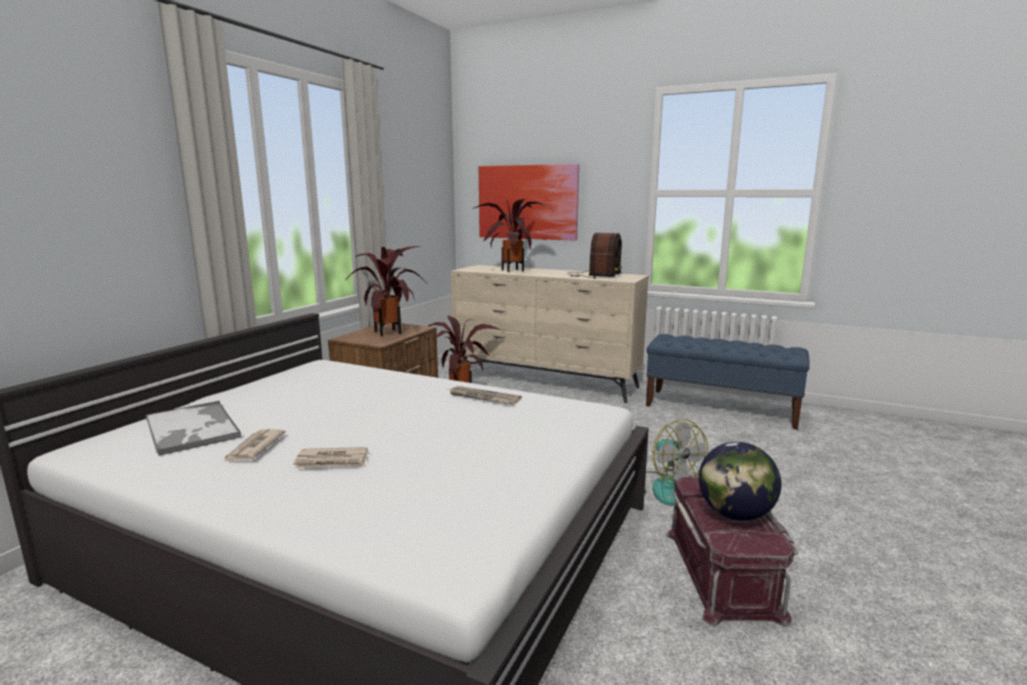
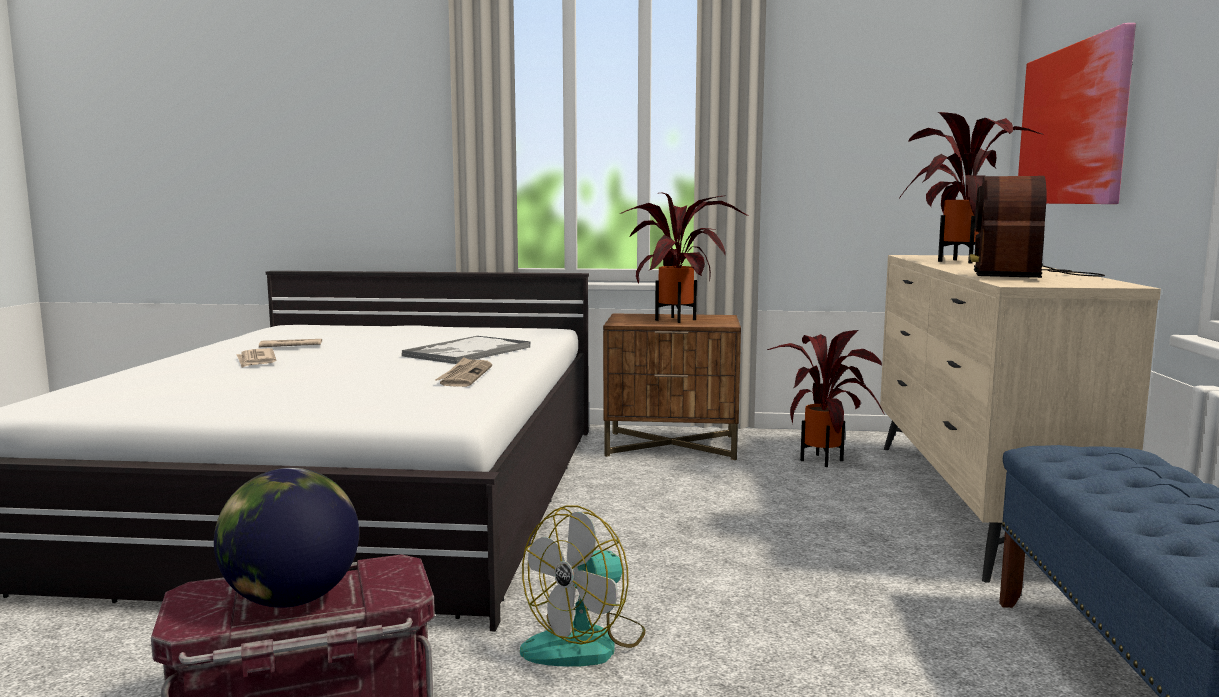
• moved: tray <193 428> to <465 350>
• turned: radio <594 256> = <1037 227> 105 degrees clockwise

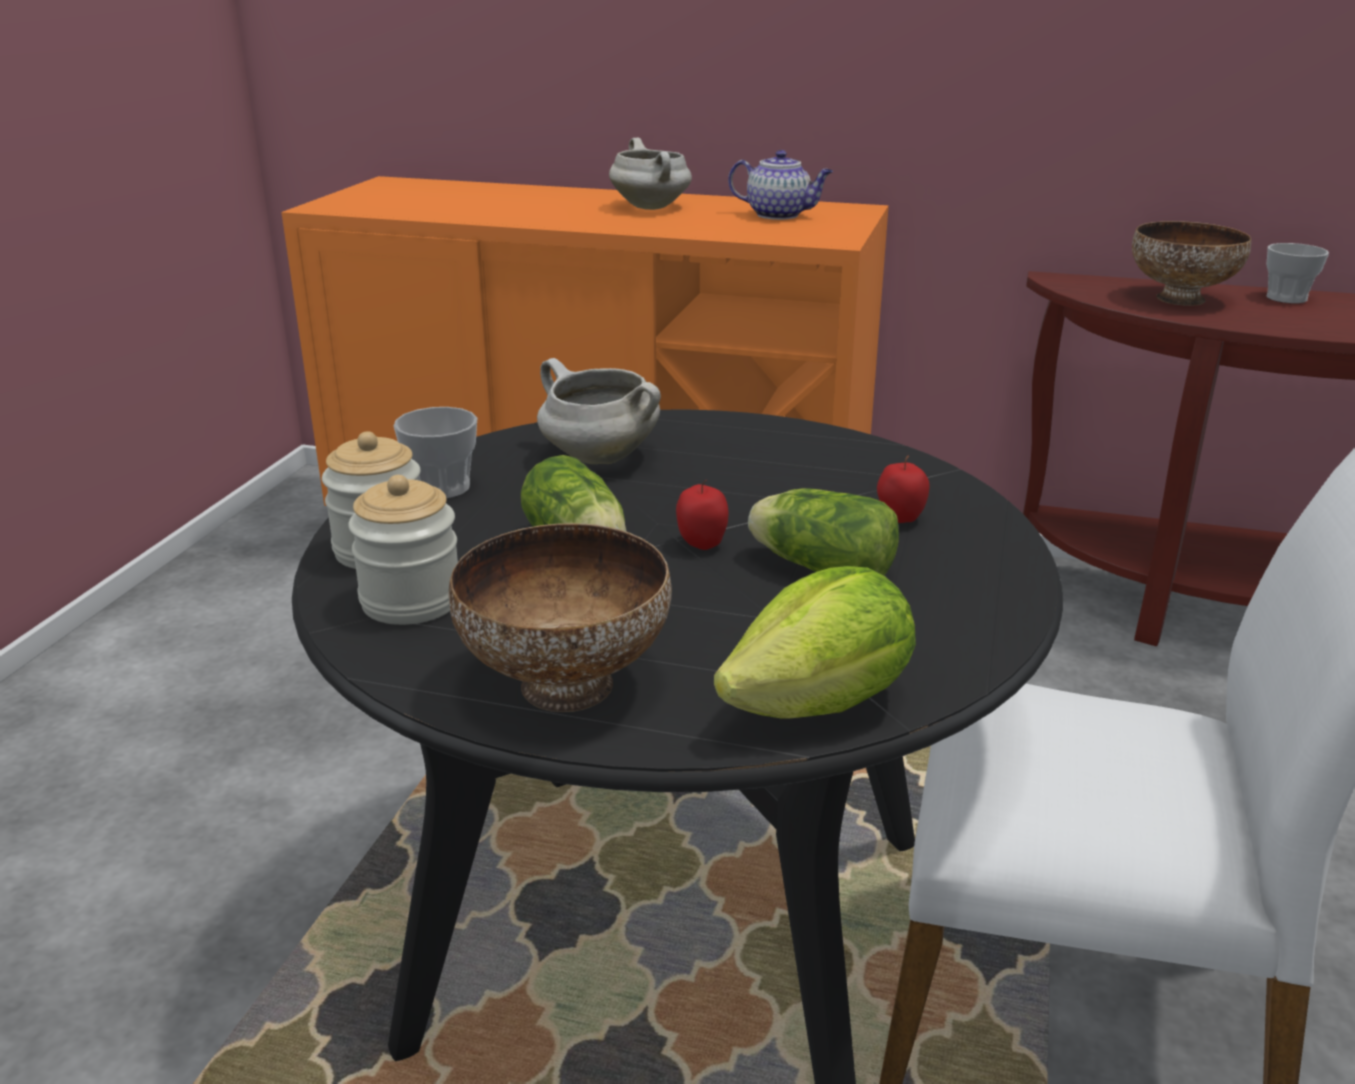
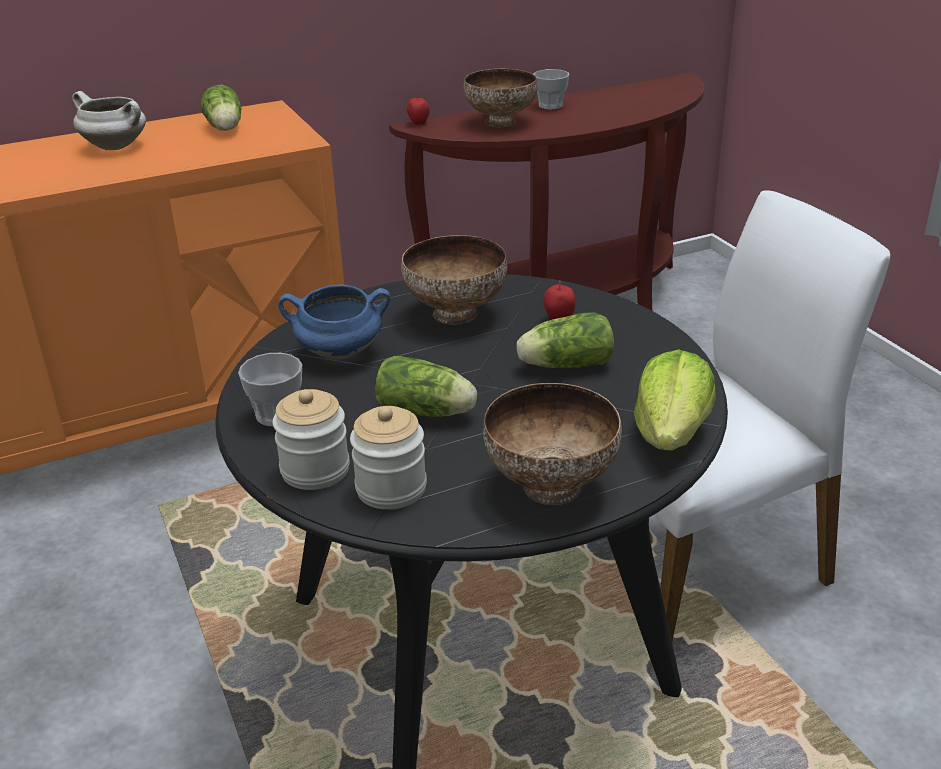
• added: bowl <454 280>
• moved: apple <702 515> to <418 109>
• replaced: teapot <780 185> to lettuce <221 108>
• recoloured: white cooking pot <599 411> to blue cooking pot <334 322>

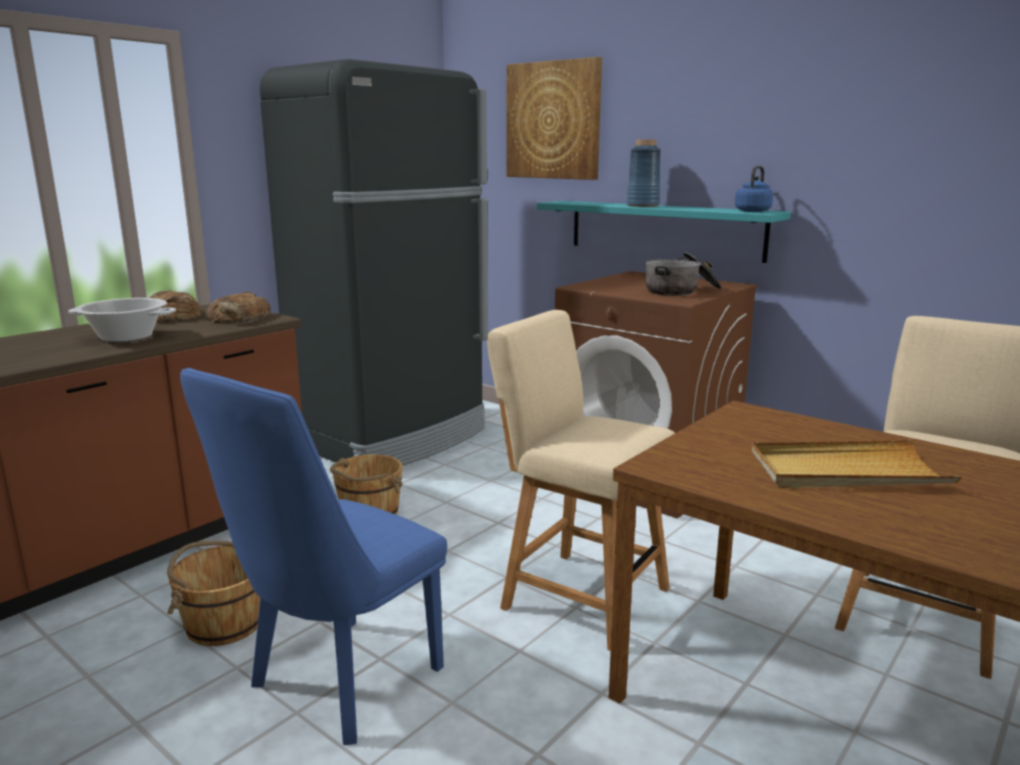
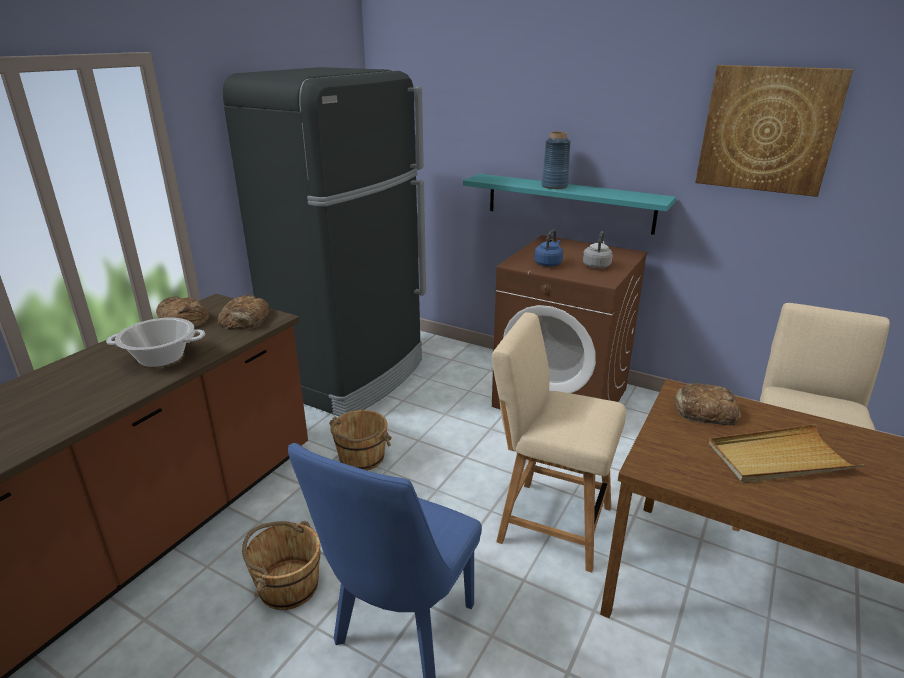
• added: bread <707 404>
• moved: picture <554 118> to <774 131>
• moved: blue kettle <754 189> to <548 248>
• replaced: cooking pot <683 274> to grey kettle <598 250>

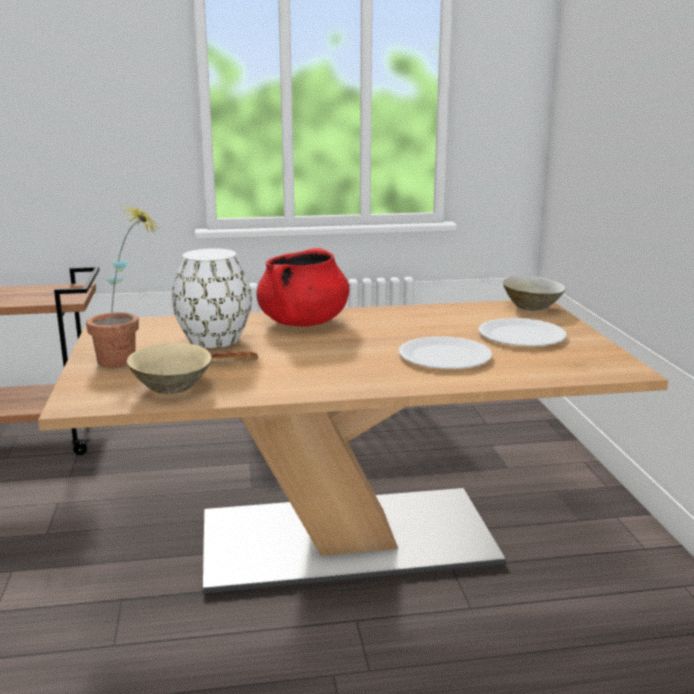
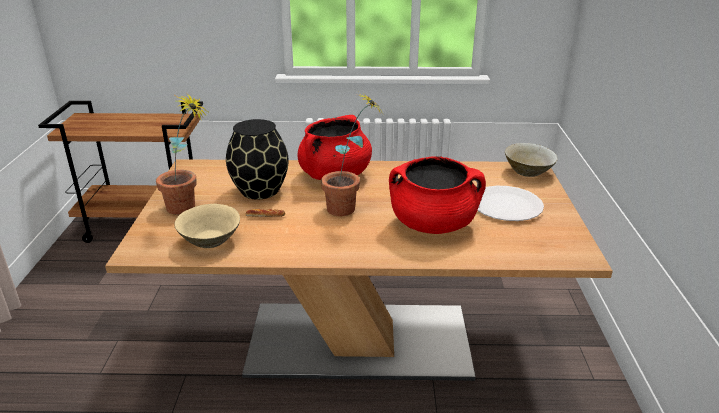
• added: potted plant <352 155>
• replaced: white plate <446 353> to red cooking pot <437 195>
• recoloured: white vase <212 298> to black vase <257 159>

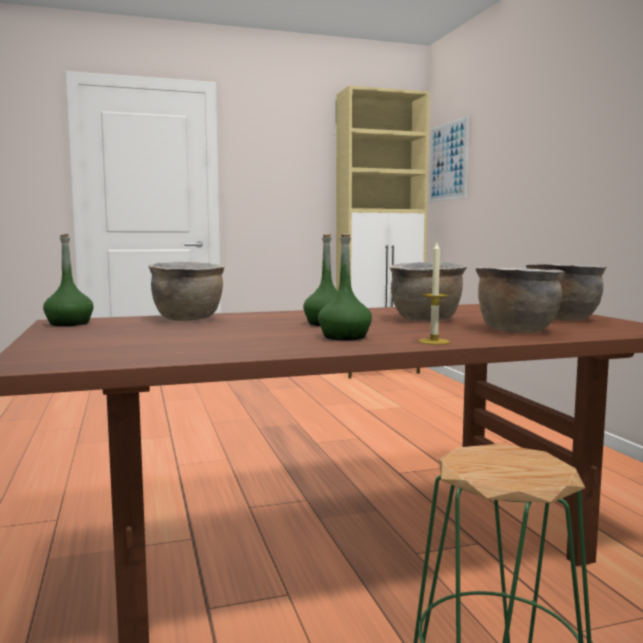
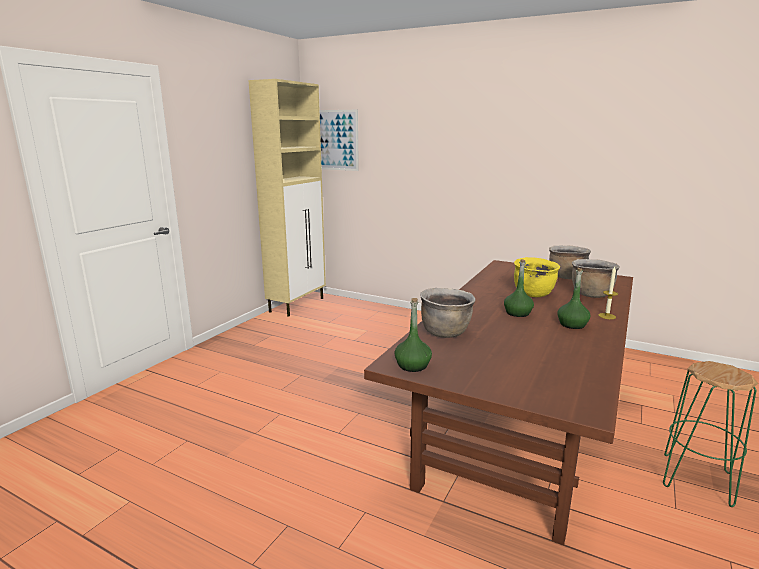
• recoloured: brown cooking pot <428 291> to yellow cooking pot <537 277>

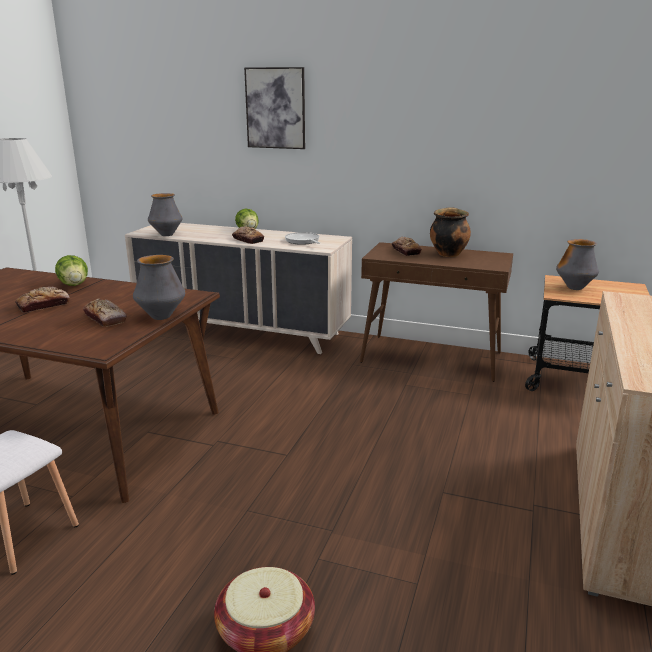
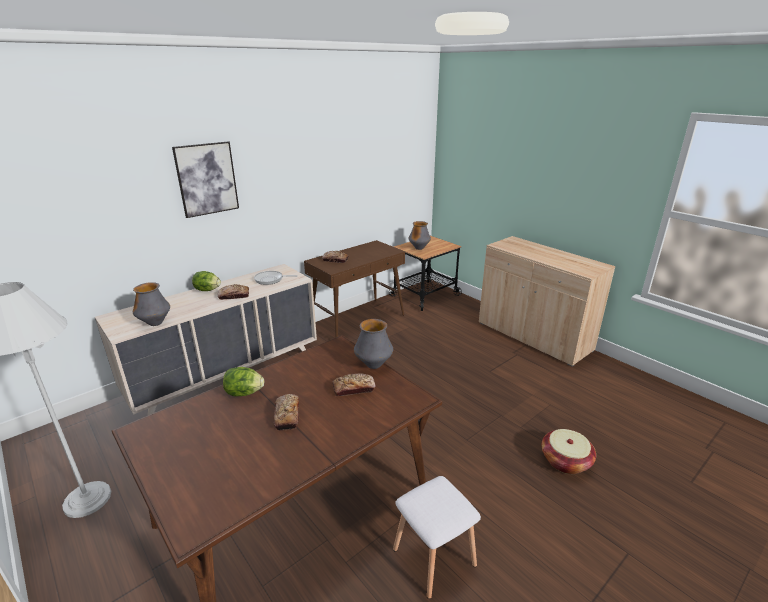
• removed: cooking pot <450 232>

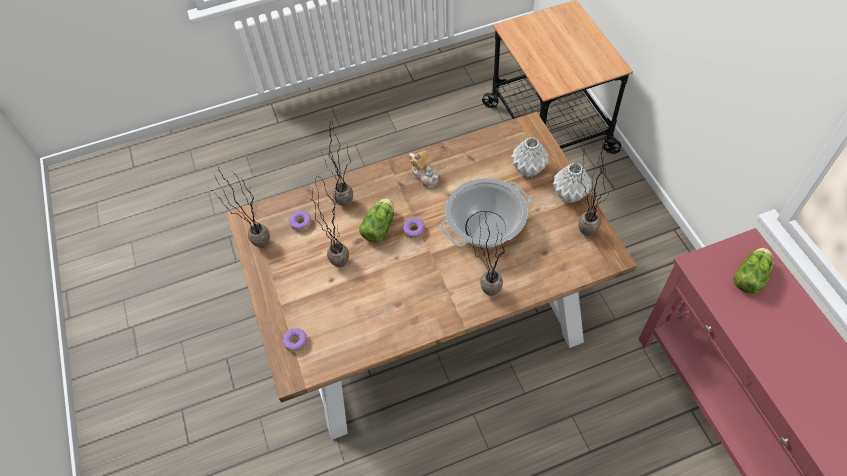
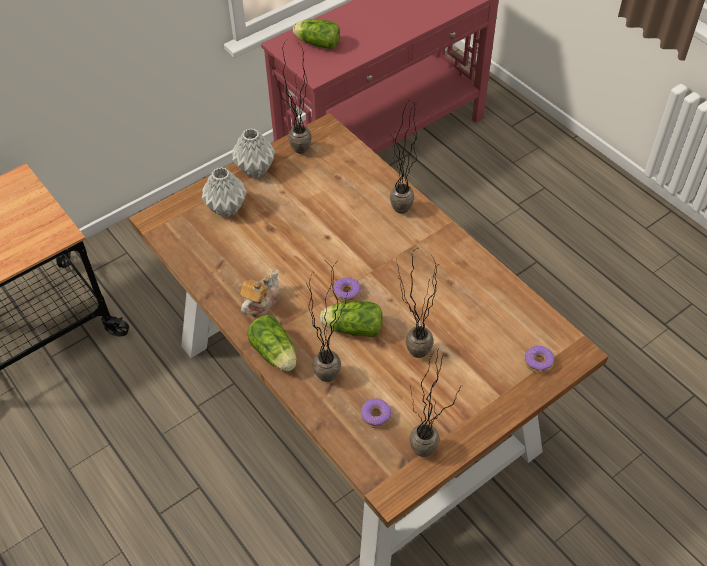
• removed: cooking pot <486 212>
• added: lettuce <272 343>

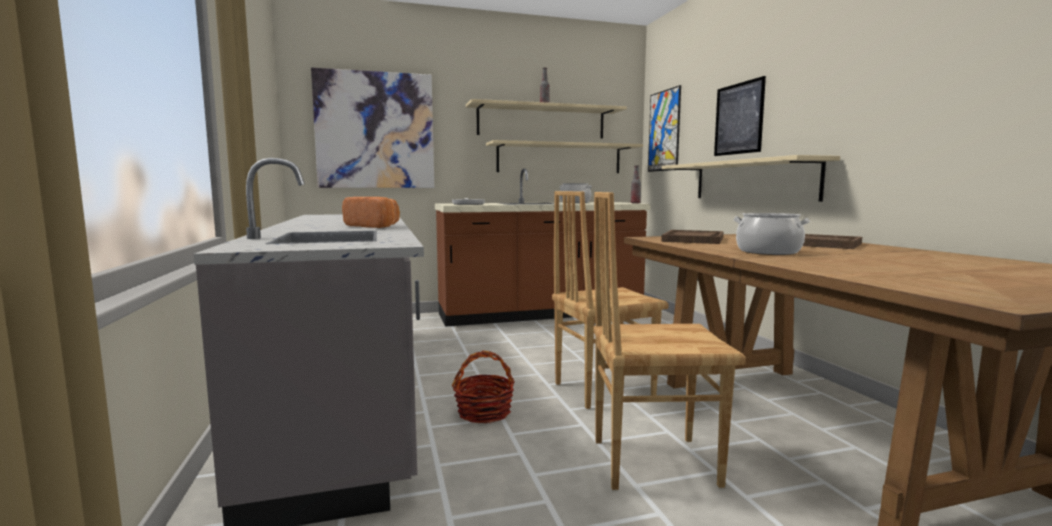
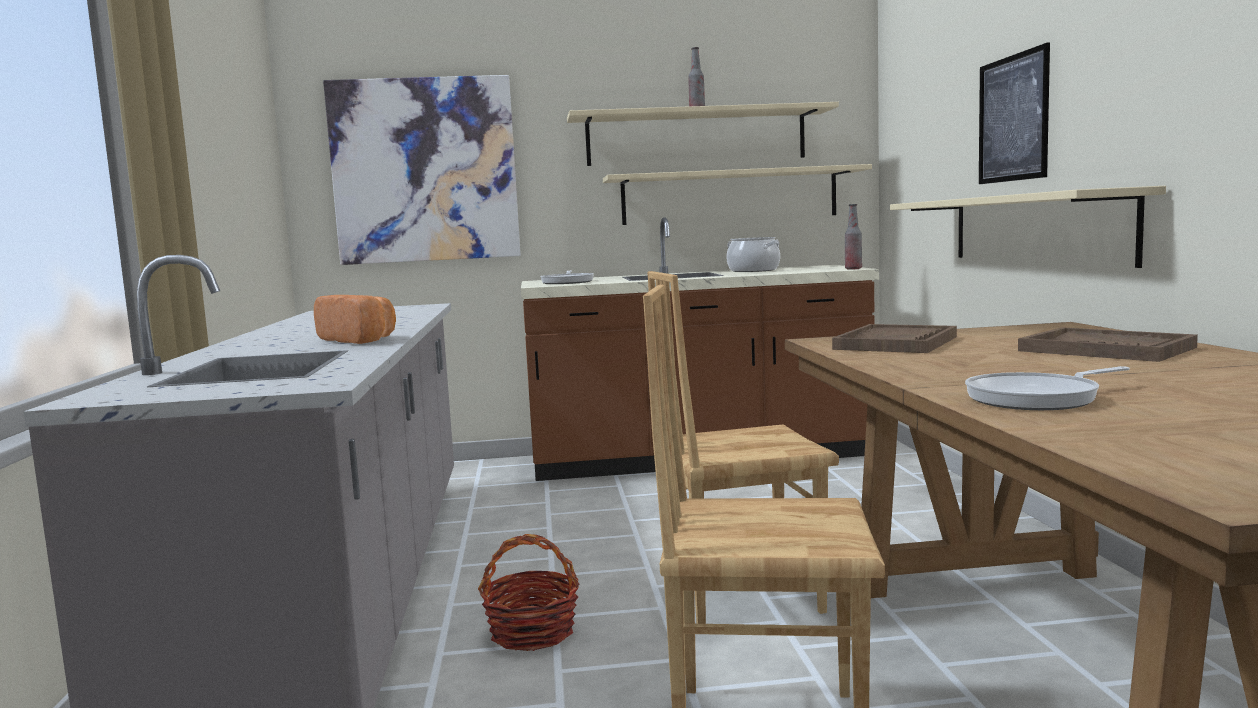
• removed: picture <664 128>
• removed: cooking pot <772 234>
• added: frying pan <1047 388>

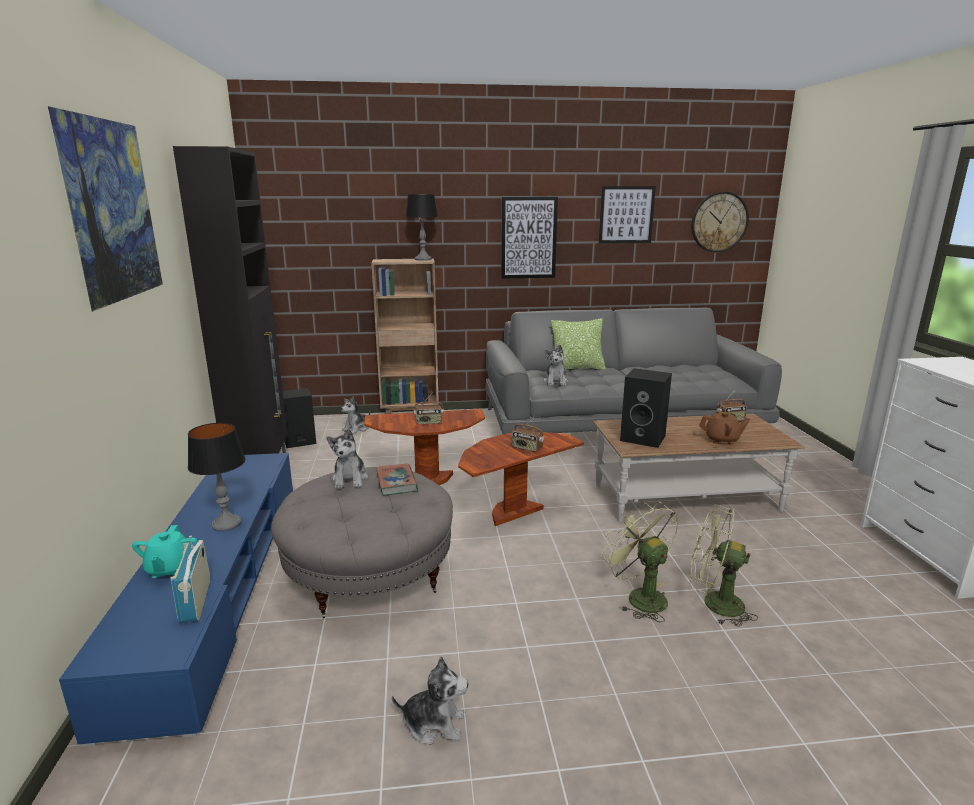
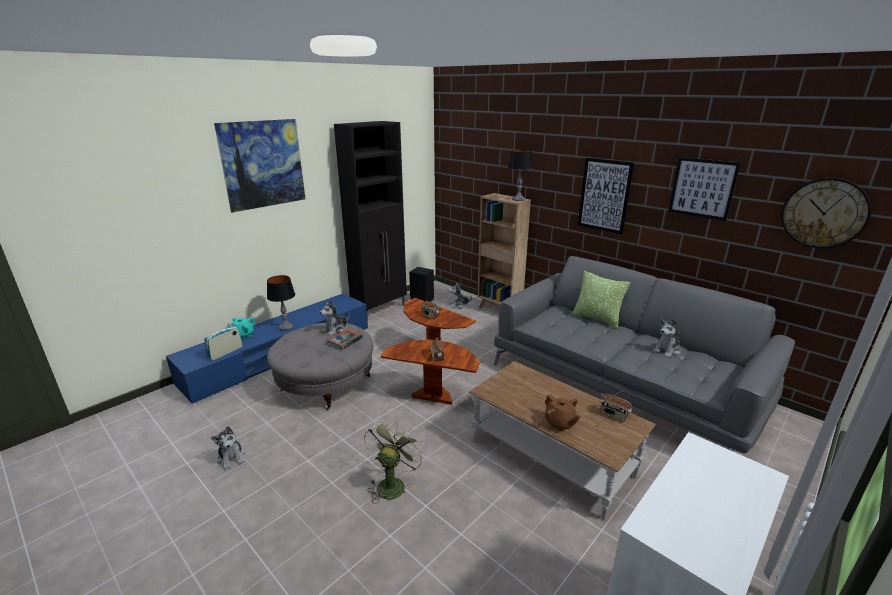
• removed: black speaker <646 408>
• removed: green fan <724 565>
• moved: plush toy <555 365> to <667 338>

